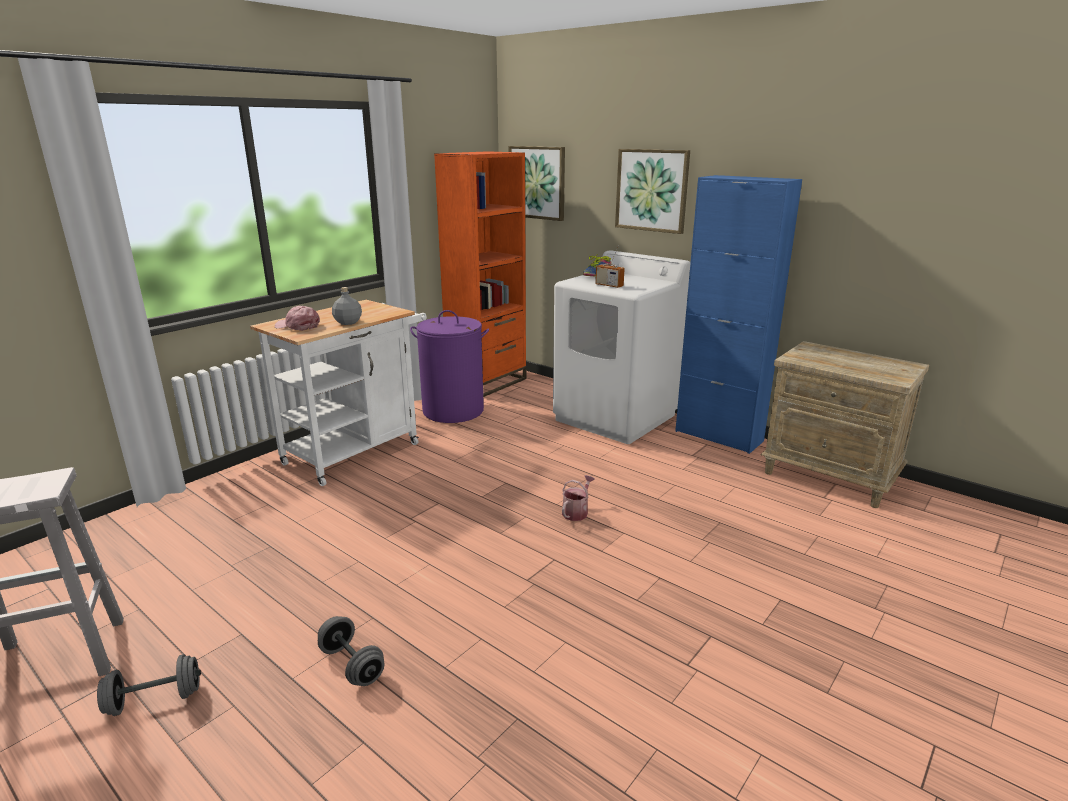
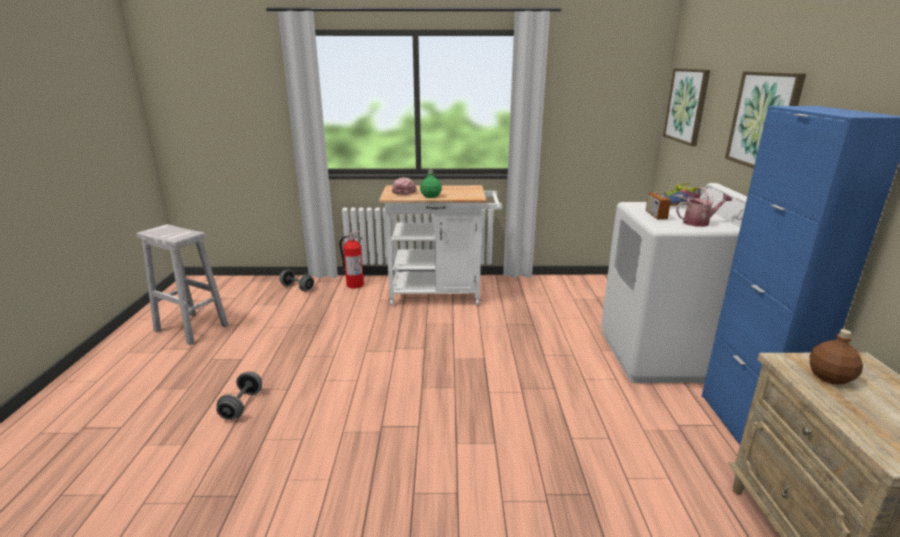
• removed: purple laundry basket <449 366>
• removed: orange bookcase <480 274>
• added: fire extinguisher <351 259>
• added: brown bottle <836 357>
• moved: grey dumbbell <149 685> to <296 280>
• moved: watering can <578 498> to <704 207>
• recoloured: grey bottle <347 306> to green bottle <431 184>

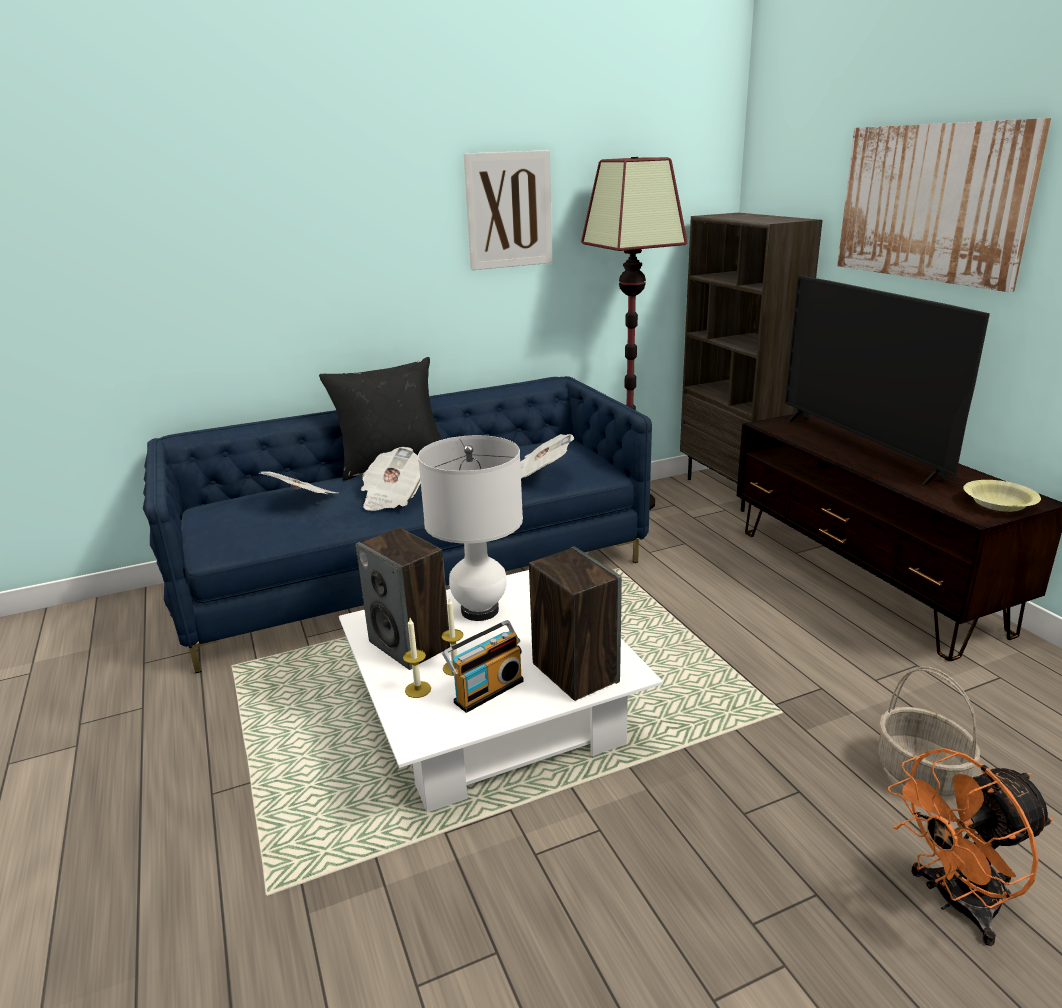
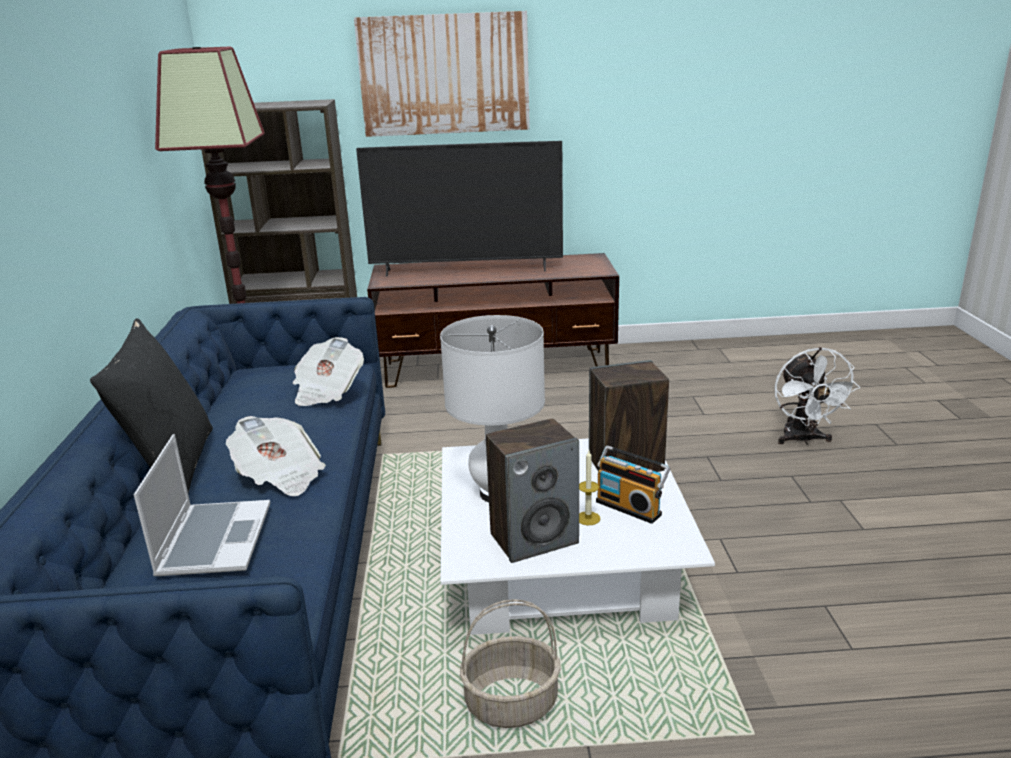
• removed: candle <417 658>
• removed: picture <508 210>
• removed: yellow bowl <1002 496>
• moved: basket <929 731> to <510 663>
• replaced: newspaper <299 482> to laptop <202 505>
• recoloured: orange fan <970 847> to white fan <817 396>
• turned: radio <483 666> = <633 484> 150 degrees clockwise

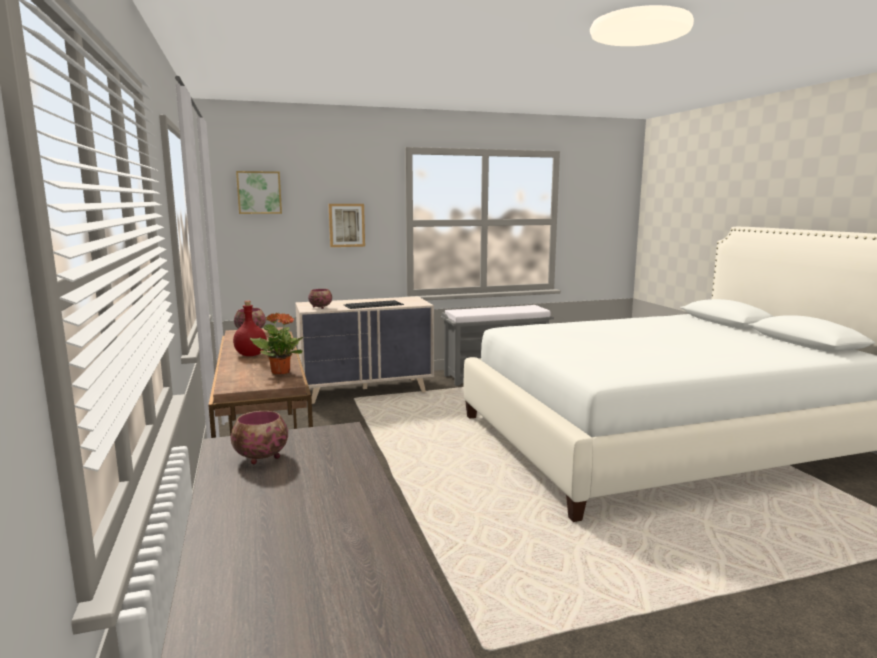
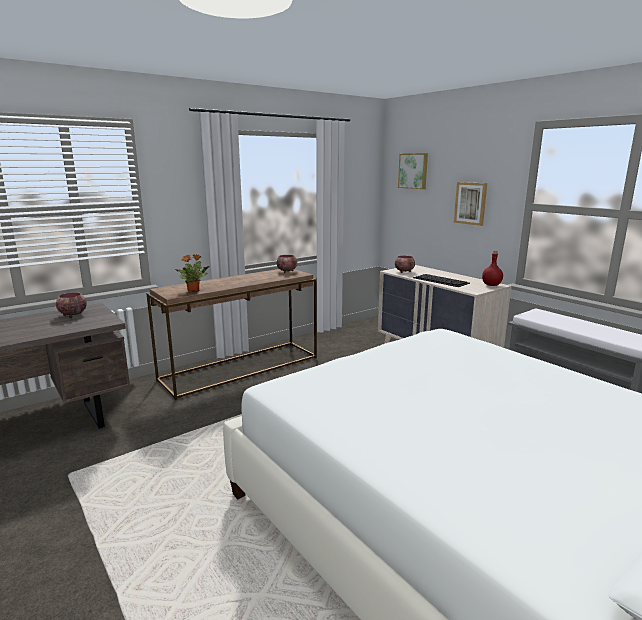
• moved: red bottle <250 328> to <492 268>

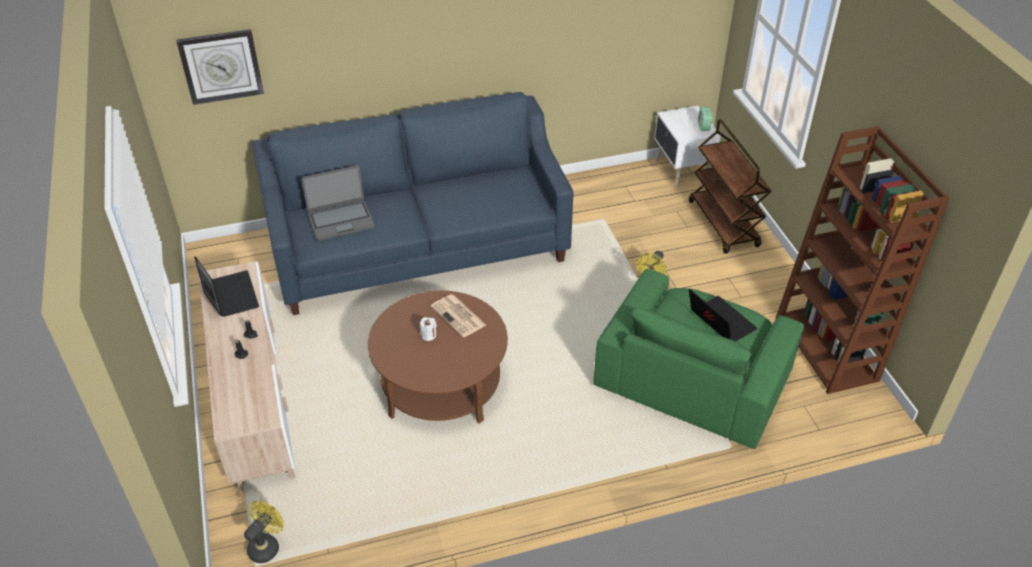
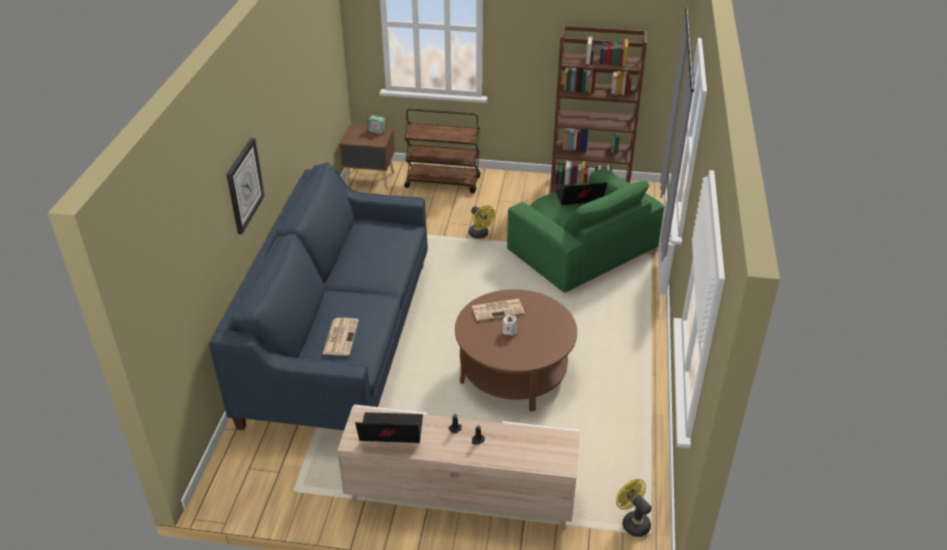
• moved: wall clock <220 67> to <245 186>
• replaced: laptop <338 203> to newspaper <341 337>
• recoloured: white nightstand <687 147> to brown nightstand <367 157>

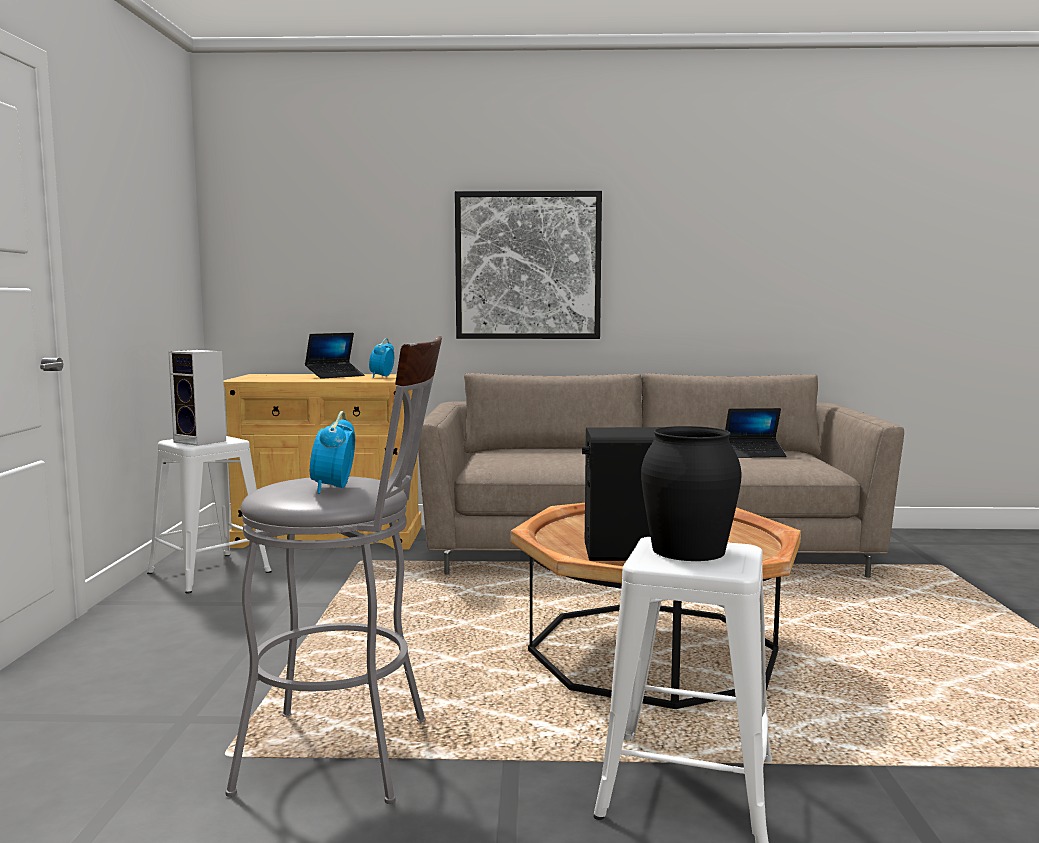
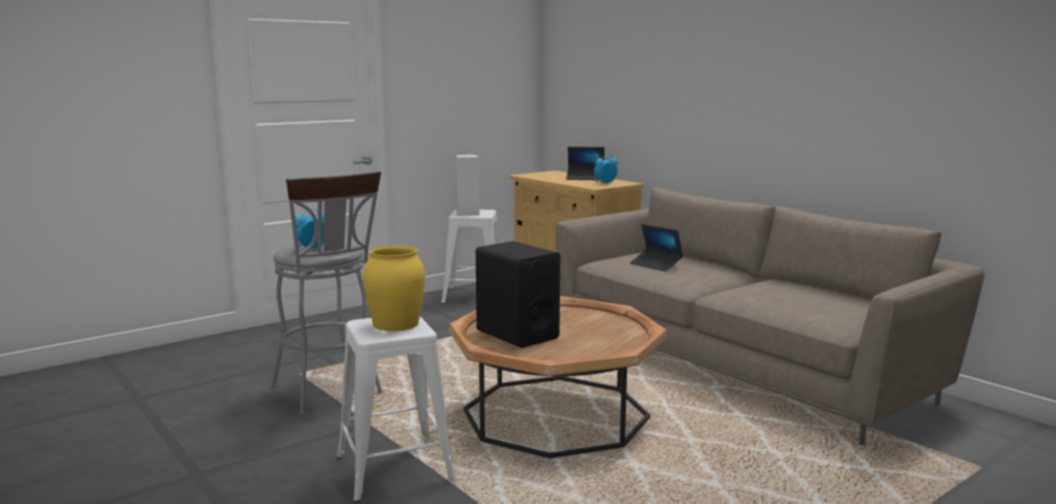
• removed: picture <528 265>
• moved: laptop <756 433> to <656 248>
• recoloured: black vase <691 493> to yellow vase <394 288>

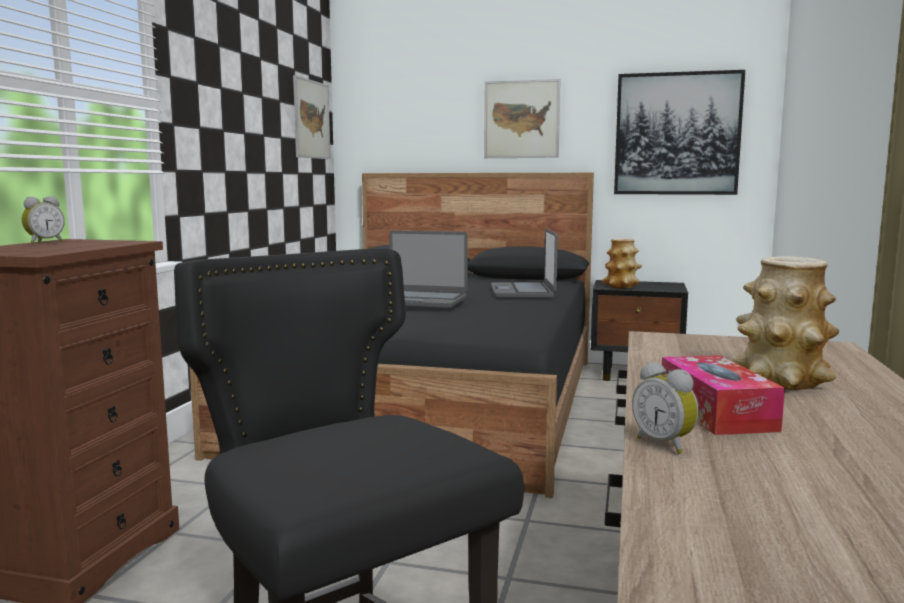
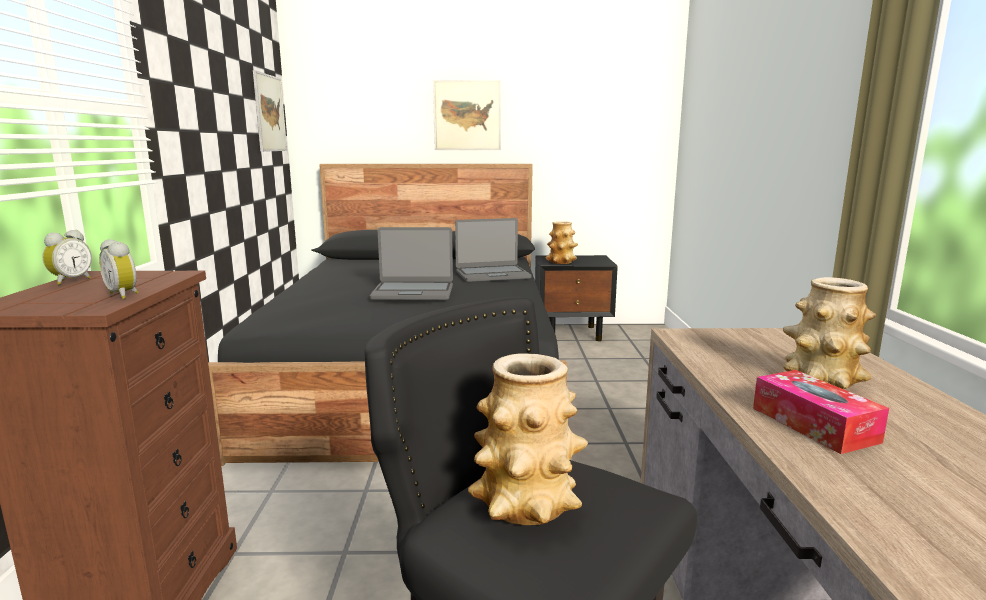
• removed: picture <679 132>
• added: vase <528 439>
• moved: alarm clock <665 408> to <118 269>
• turned: laptop <524 263> = <493 250> 90 degrees counterclockwise

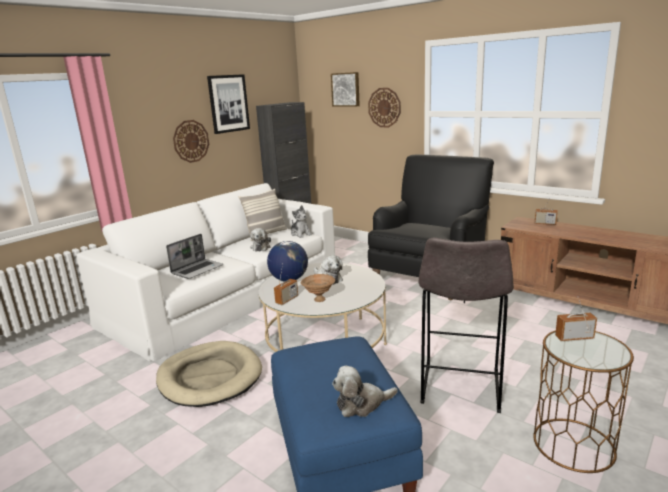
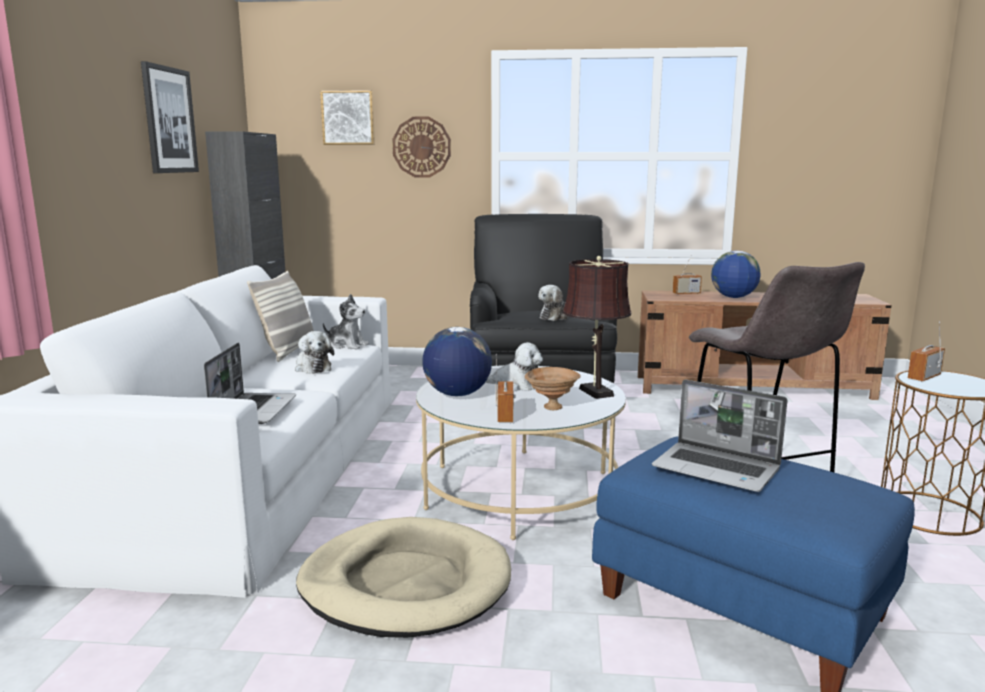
• removed: wall clock <191 141>
• added: brown table lamp <597 327>
• added: laptop <720 436>
• added: globe <735 274>
• moved: plush toy <365 391> to <553 303>

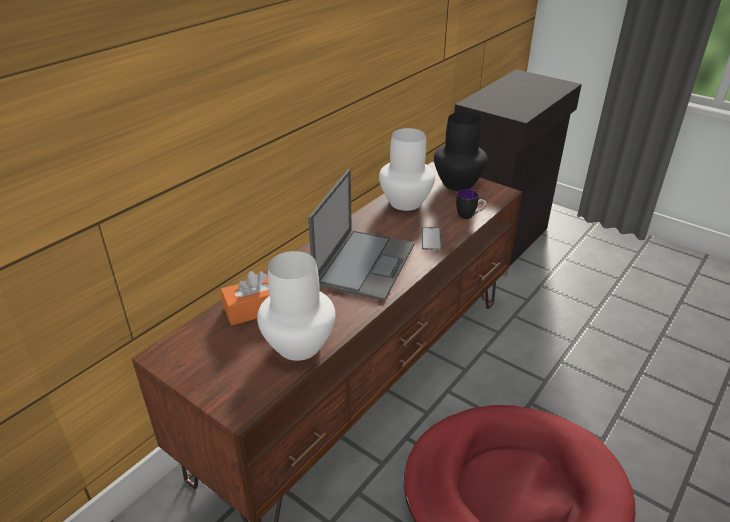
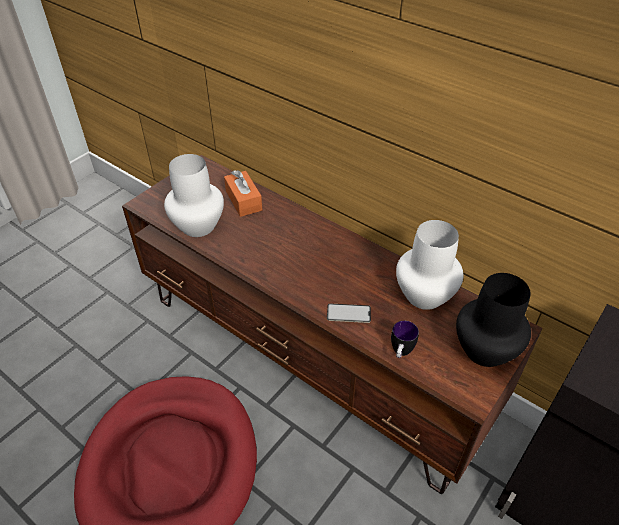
• removed: laptop <361 235>

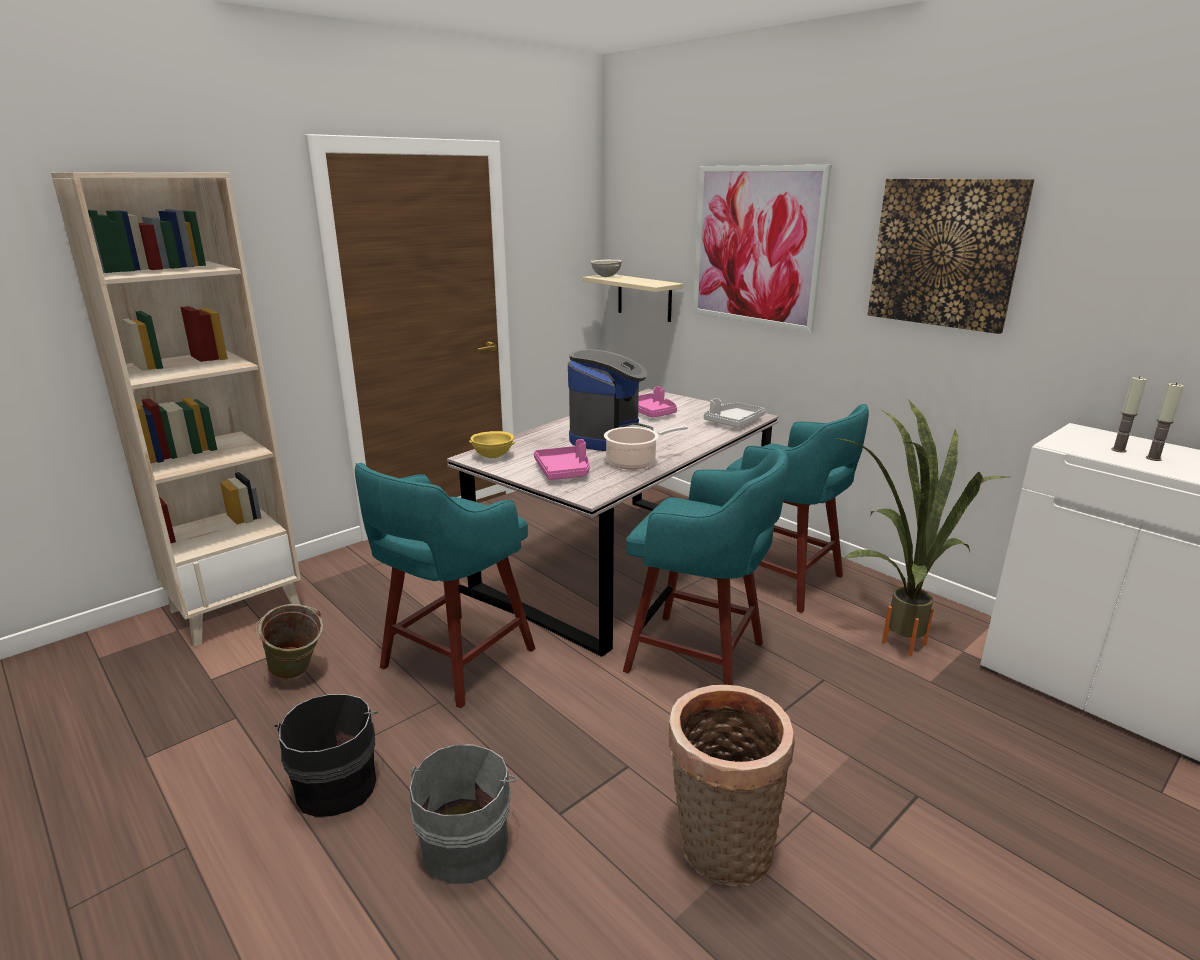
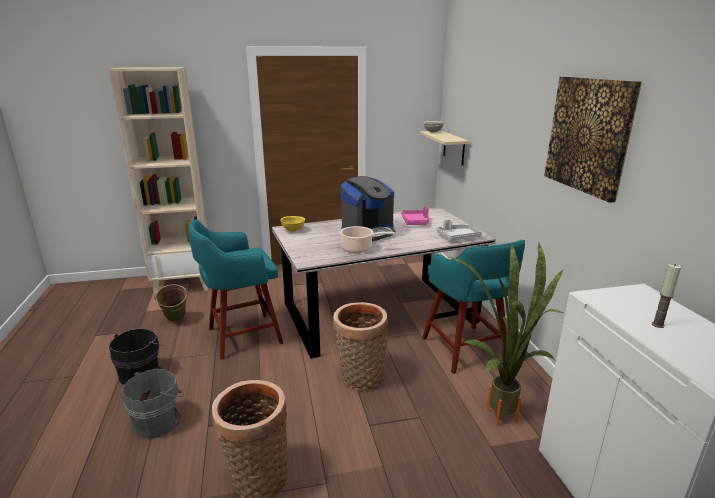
• removed: pink tray <562 459>
• removed: picture <762 249>
• removed: candle <1129 414>
• replaced: turquoise stool <706 566> to basket <360 346>

